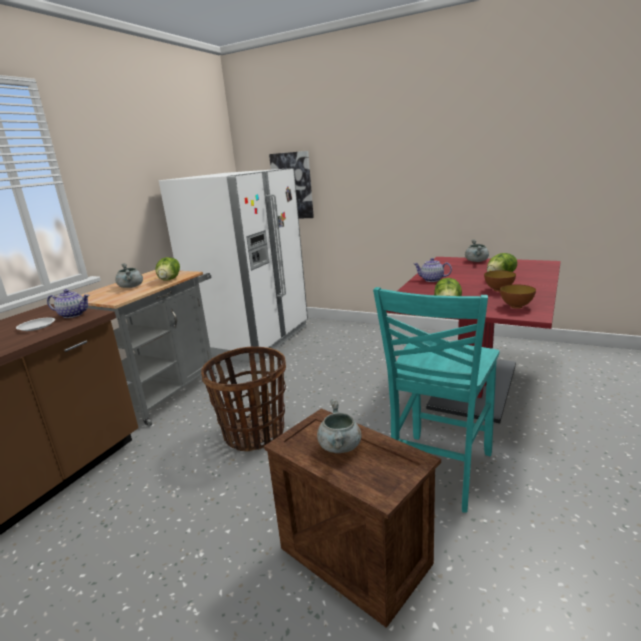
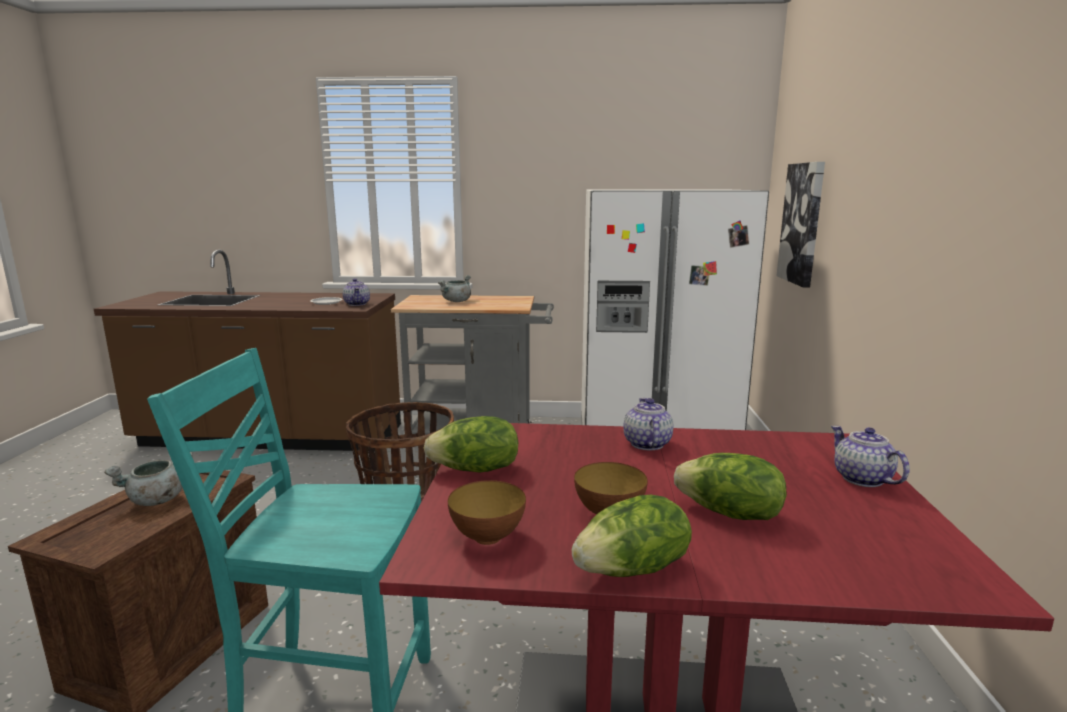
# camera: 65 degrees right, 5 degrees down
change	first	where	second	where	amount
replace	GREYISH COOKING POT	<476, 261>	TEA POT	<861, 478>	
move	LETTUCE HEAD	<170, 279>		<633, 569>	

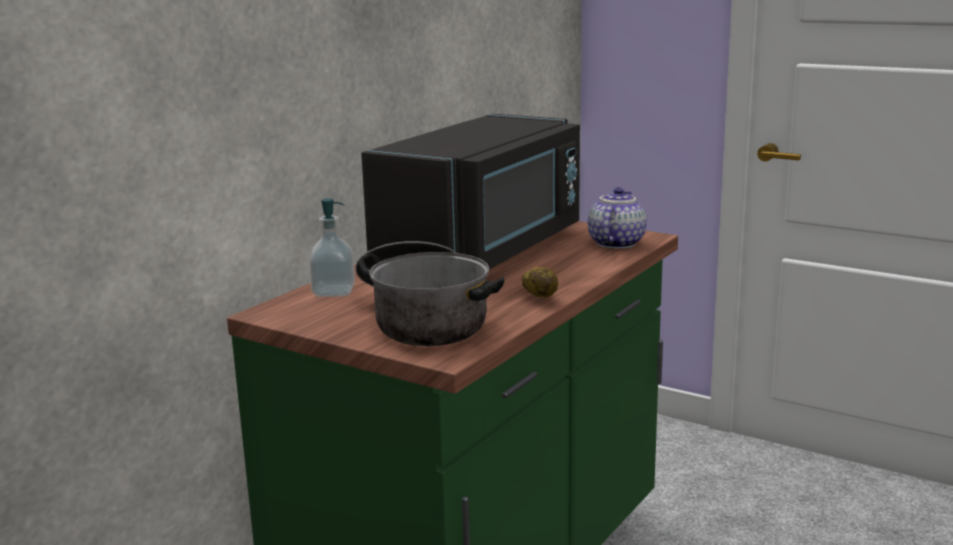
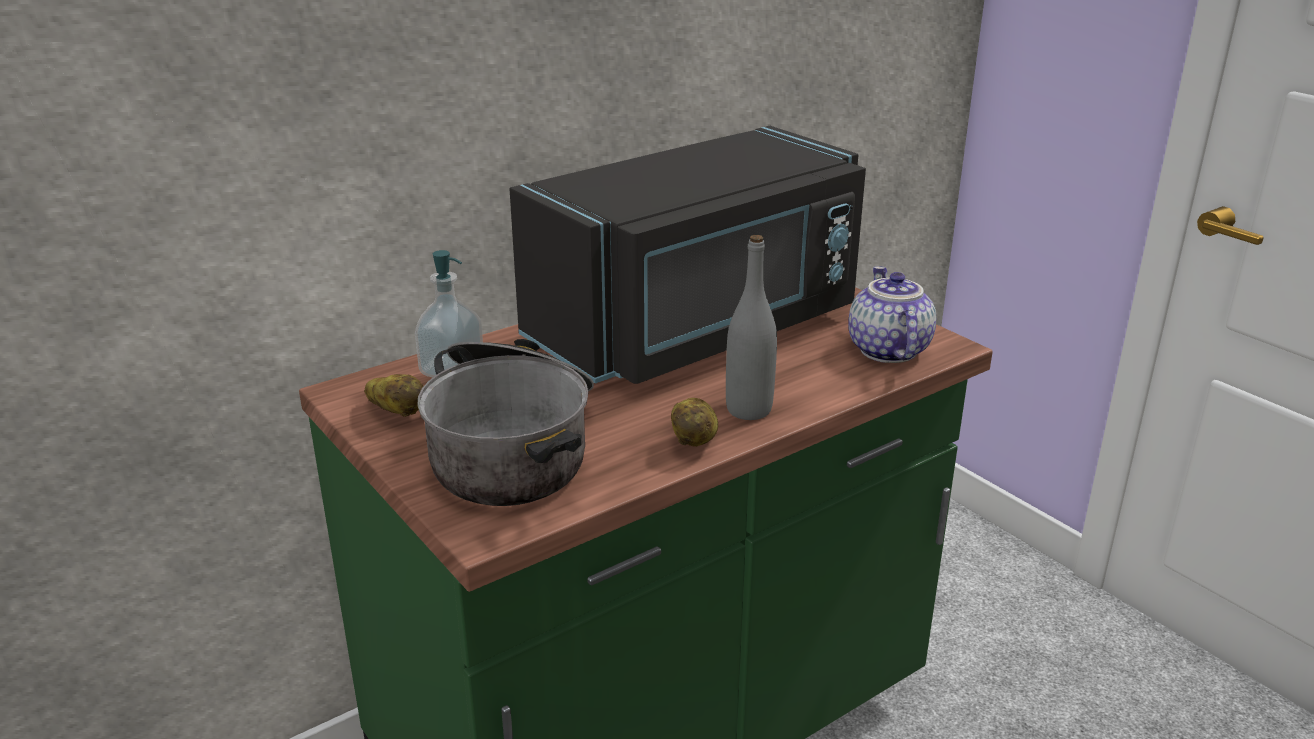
# camera: 20 degrees right, 10 degrees up
change	first	where	second	where	amount
rotate	TEA POT	<615, 243>		<886, 350>	45 degrees counterclockwise
insert			GREYISH DRINK BOTTLE	<748, 410>	
insert			WHOLE POTATO	<398, 413>	

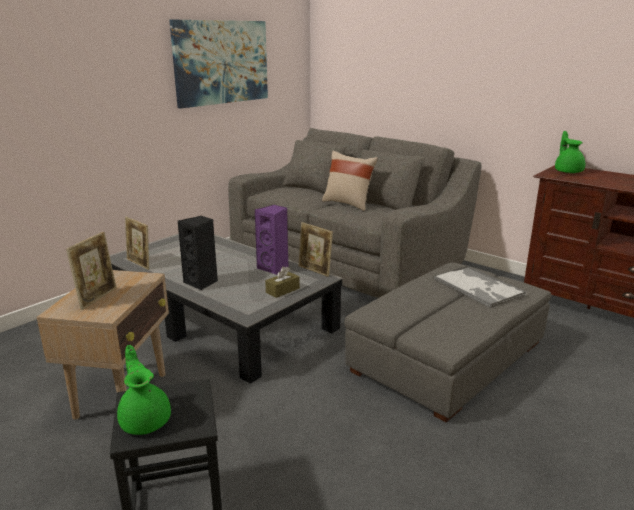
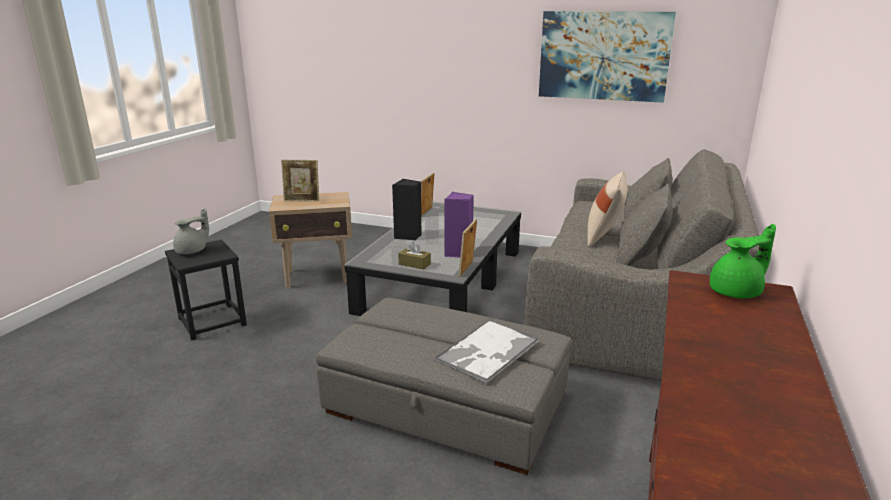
# camera: 70 degrees right, 0 degrees up
change	first	where	second	where	amount
recolor	GREEN TEA POT	<145, 420>	GREYISH TEA POT	<192, 251>	

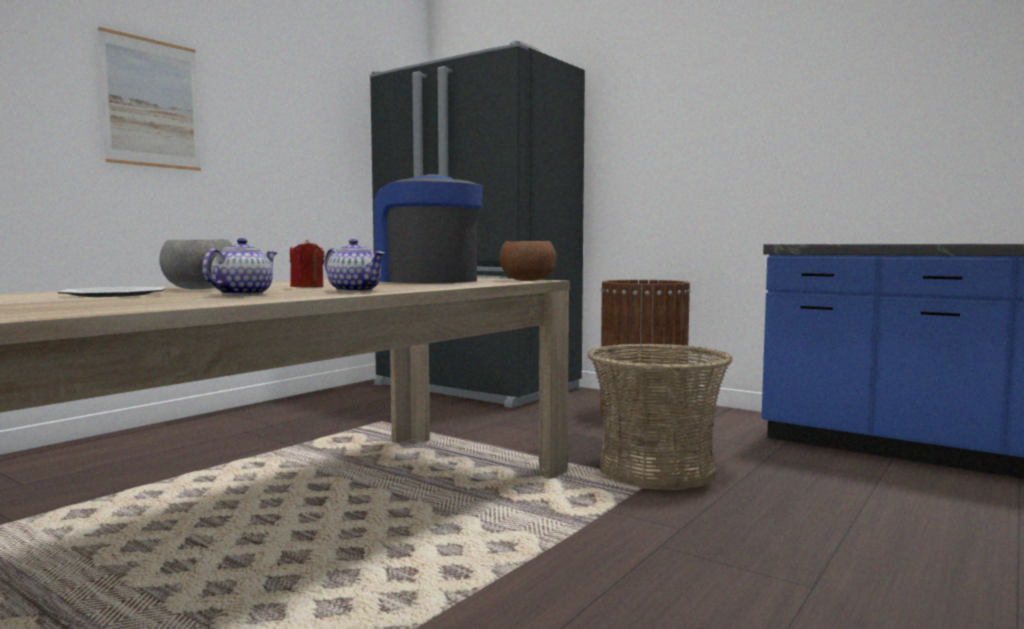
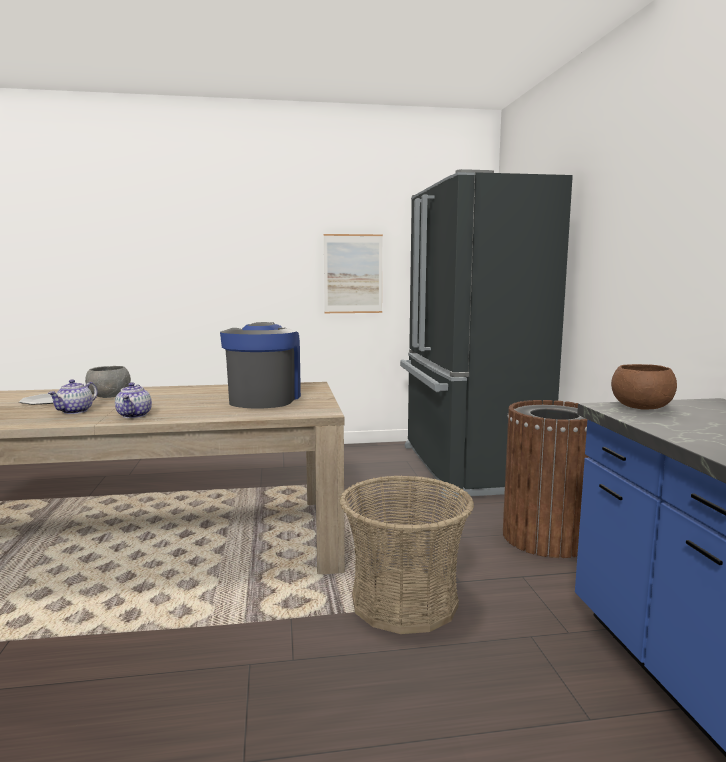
# camera: 45 degrees right, 5 degrees up
change	first	where	second	where	amount
move	WALL PICTURE	<152, 103>		<353, 274>	
rotate	TEA POT	<242, 294>		<75, 411>	135 degrees clockwise
delete	REDDISH WAX CANDLE	<307, 287>			
move	BROWN SERVING BOWL	<528, 280>		<641, 407>	

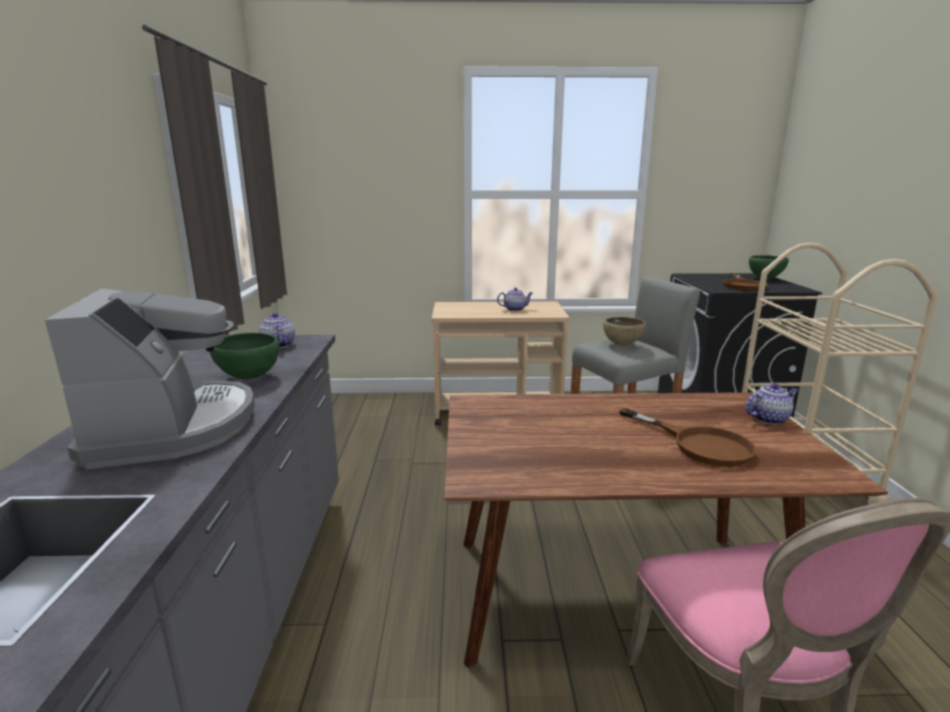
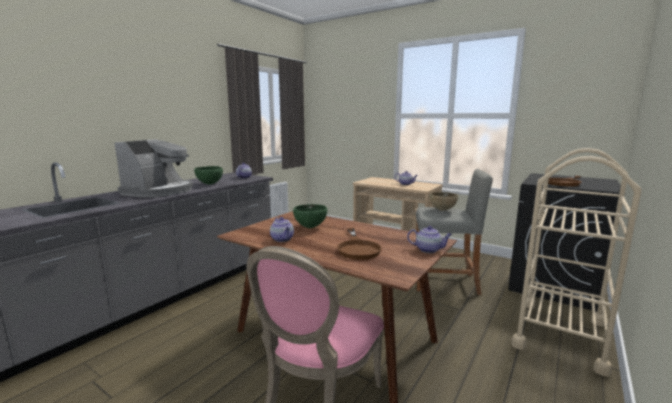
# camera: 35 degrees right, 5 degrees down
change	first	where	second	where	amount
move	GREEN SERVING BOWL	<765, 278>		<310, 227>	
insert			TEA POT	<282, 239>	

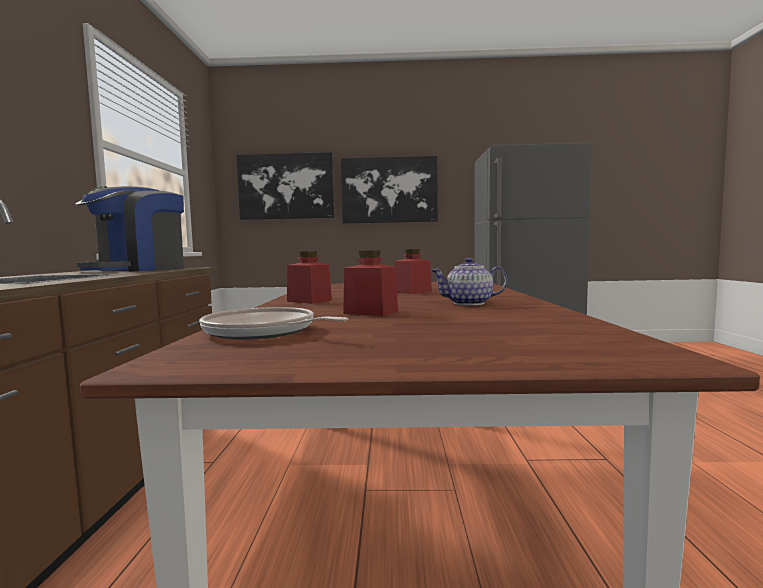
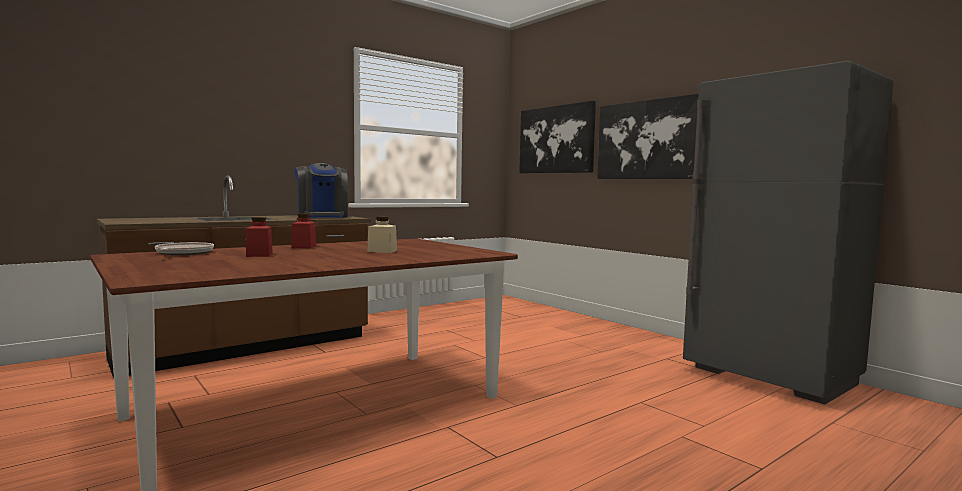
# camera: 50 degrees right, 0 degrees up
change	first	where	second	where	amount
rotate	COFFEE MAKER	<138, 269>		<322, 216>	105 degrees counterclockwise
recolor	REDDISH STORAGE JAR	<412, 292>	SAND-COLOURED STORAGE JAR	<382, 251>	
delete	TEA POT	<469, 303>			

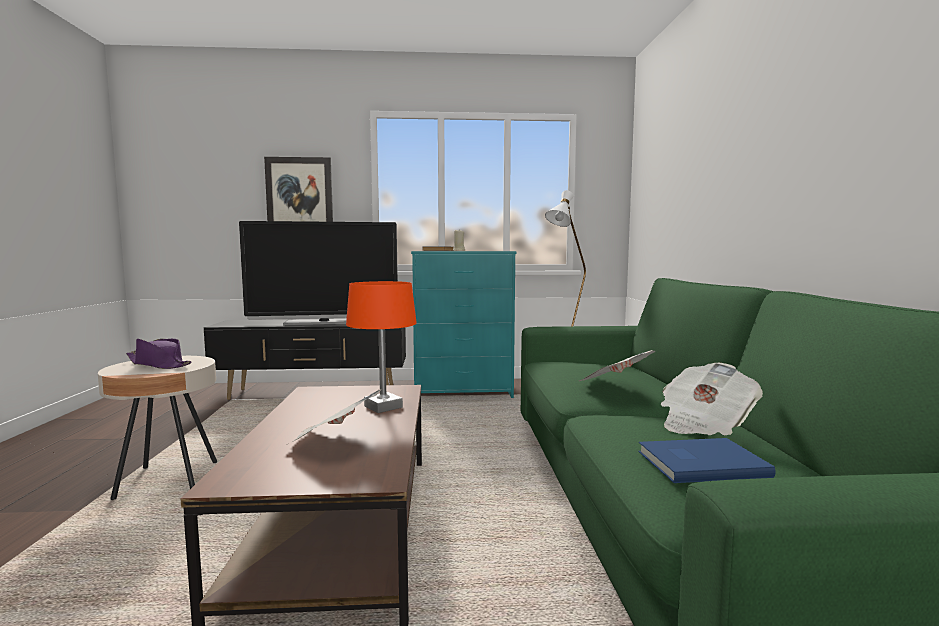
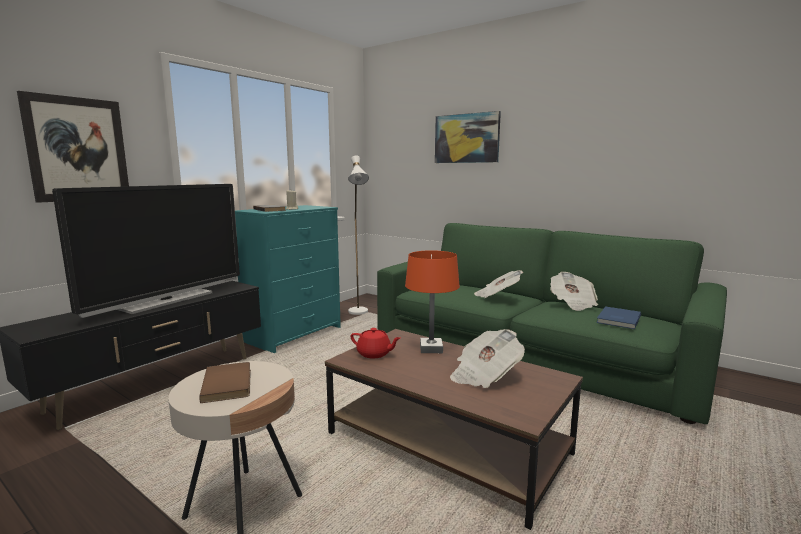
# camera: 50 degrees left, 5 degrees up
change	first	where	second	where	amount
replace	PURPLE CLOTHING HAT	<159, 364>	BROWN BOOK	<230, 384>	
insert			WALL PICTURE	<466, 138>	
insert			REDDISH TEA POT	<374, 354>	

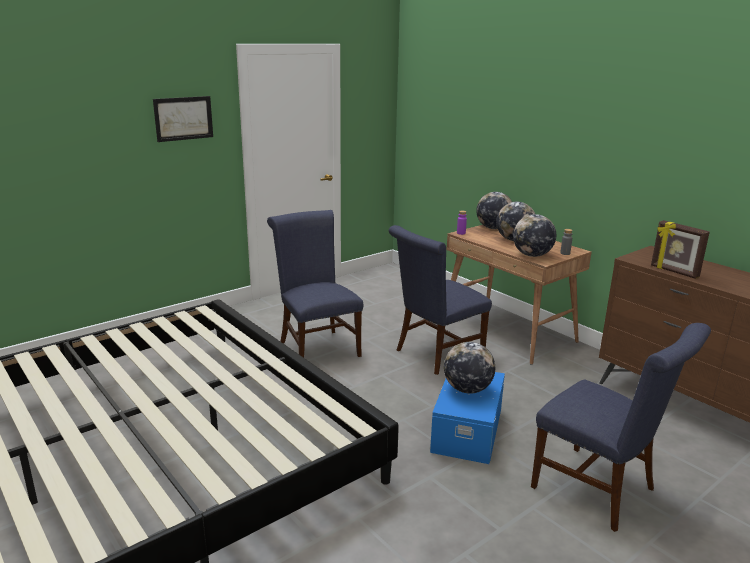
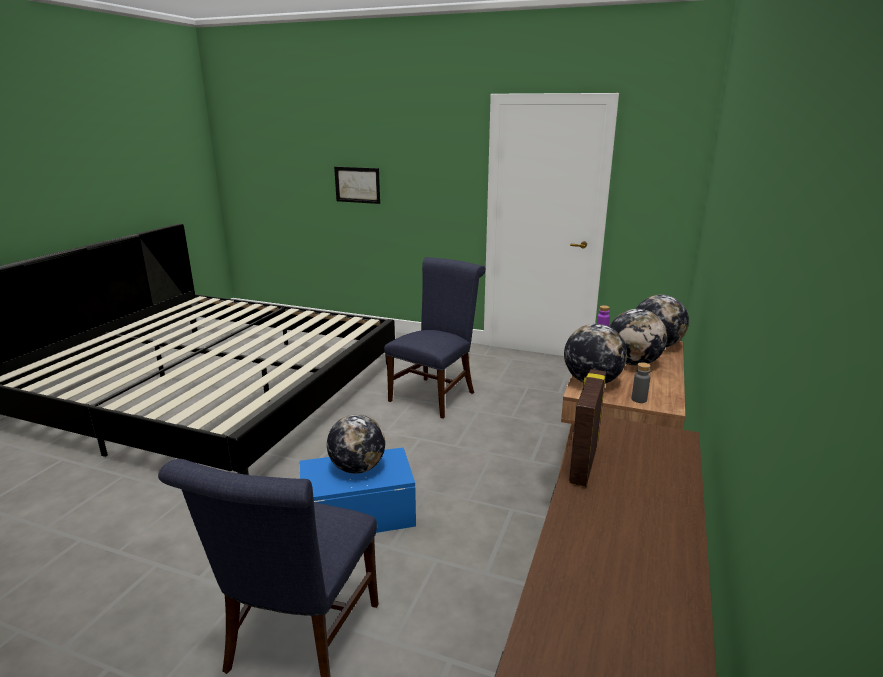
# camera: 60 degrees right, 0 degrees up
change	first	where	second	where	amount
move	WALL PICTURE	<183, 118>		<357, 185>	
delete	BLUE-COLOURED PLAIN CHAIR	<435, 354>			

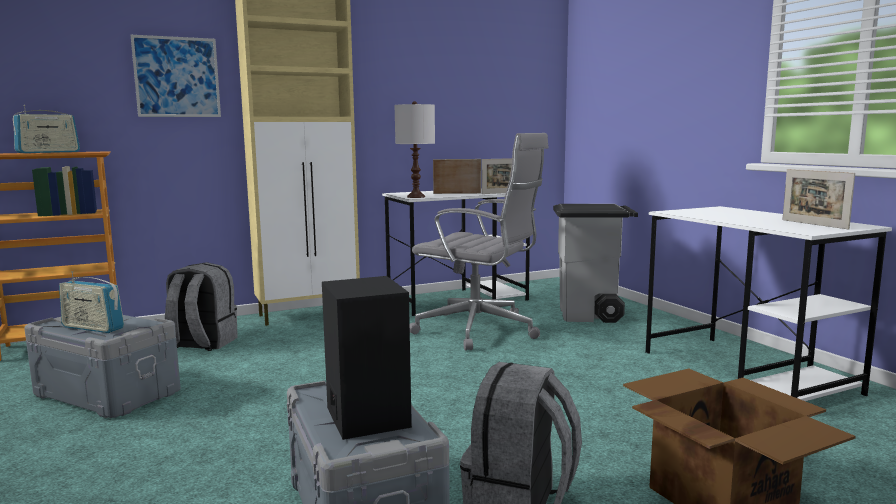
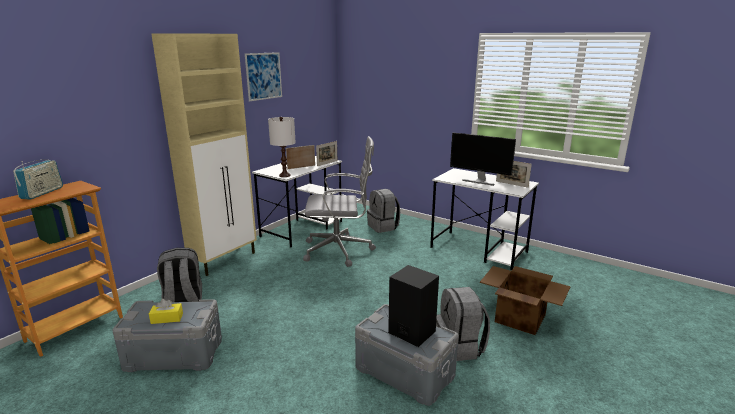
# camera: 30 degrees left, 10 degrees up
change	first	where	second	where	amount
move	WALL PICTURE	<177, 77>		<264, 76>	
replace	GREYISH WASTE BIN	<590, 315>	GREYISH BACKPACK	<383, 227>	
replace	RADIO	<93, 328>	YELLOWISH TISSUE BOX	<167, 318>	
insert			MONITOR	<479, 181>	

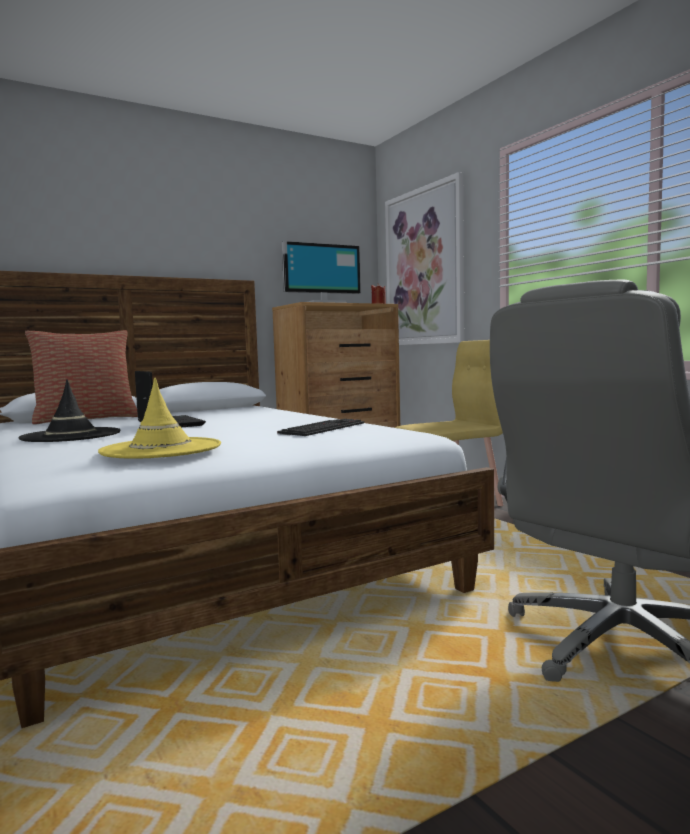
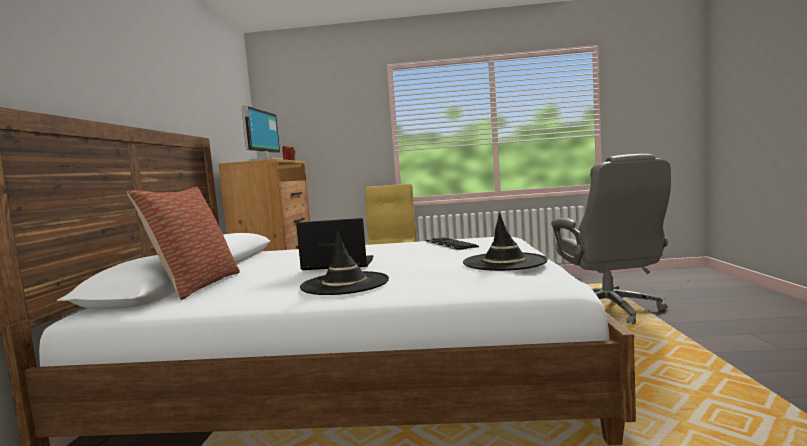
# camera: 55 degrees left, 0 degrees up
change	first	where	second	where	amount
delete	WALL PICTURE	<424, 267>			
recolor	YELLOWISH CLOTHING HAT	<161, 449>	BLACK-COLOURED CLOTHING HAT	<504, 262>	

